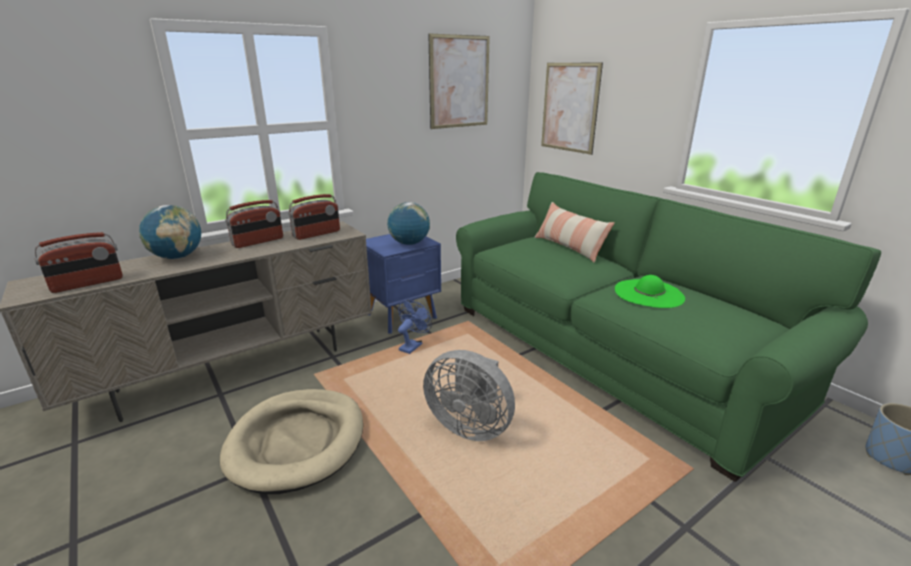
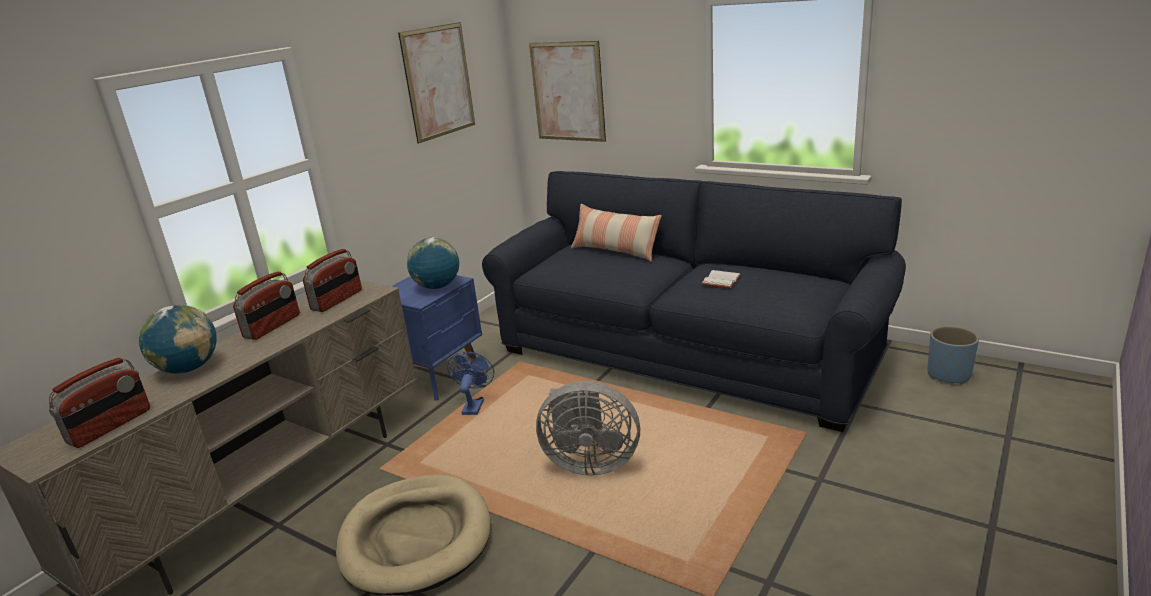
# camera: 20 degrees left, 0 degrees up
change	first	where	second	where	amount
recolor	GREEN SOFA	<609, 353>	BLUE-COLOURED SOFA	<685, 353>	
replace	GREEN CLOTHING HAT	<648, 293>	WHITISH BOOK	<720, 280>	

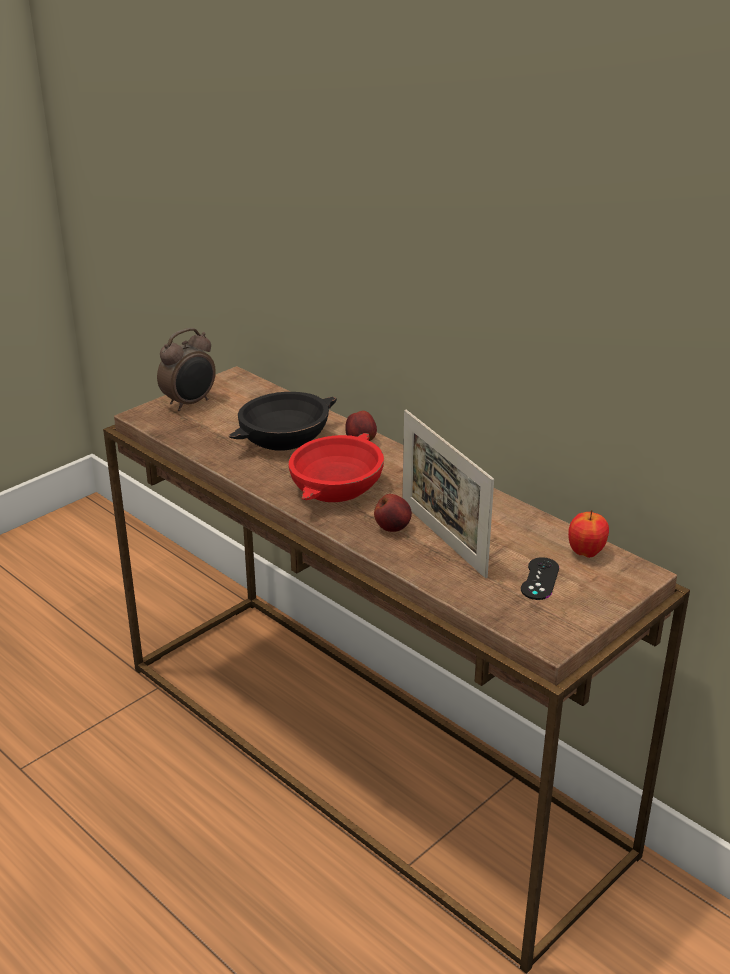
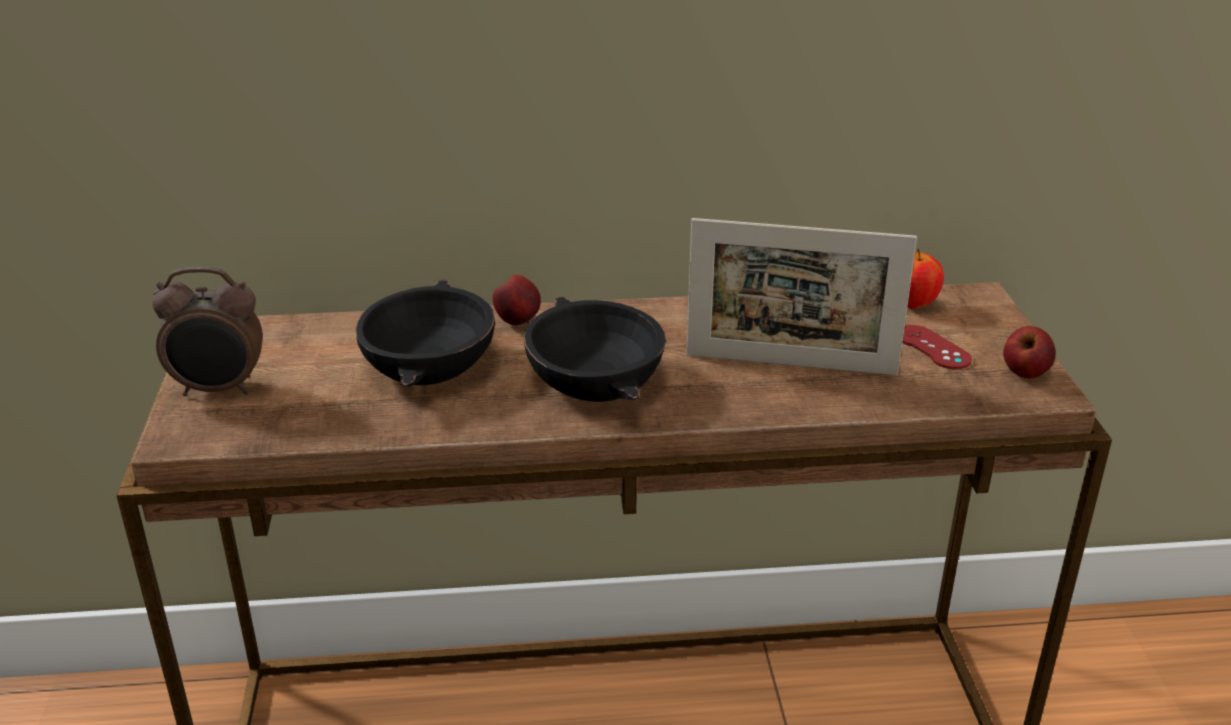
# camera: 50 degrees left, 0 degrees up
change	first	where	second	where	amount
rotate	BEDSIDE CLOCK	<190, 403>		<219, 389>	90 degrees clockwise
recolor	REDDISH SERVING BOWL	<337, 489>	BLACK-COLOURED SERVING BOWL	<597, 380>	
move	APPLE	<392, 528>		<1024, 373>	
recolor	BLACK-COLOURED GAMEPAD	<540, 579>	REDDISH GAMEPAD	<932, 347>	

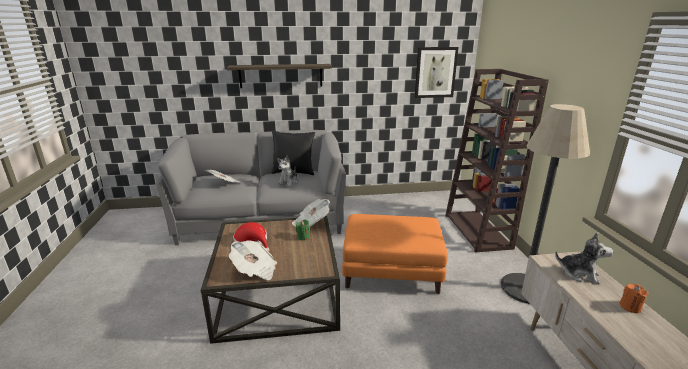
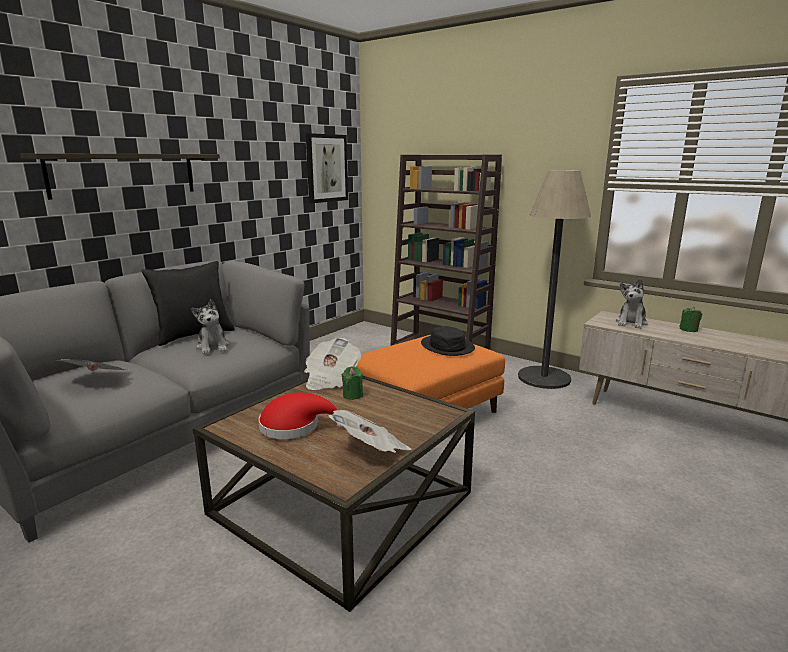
# camera: 45 degrees left, 5 degrees down
change	first	where	second	where	amount
rotate	SOFT TOY	<579, 274>		<631, 323>	135 degrees clockwise
recolor	ORANGE-COLOURED WAX CANDLE	<630, 307>	GREEN WAX CANDLE	<688, 329>	
insert			BLACK-COLOURED CLOTHING HAT	<447, 346>	

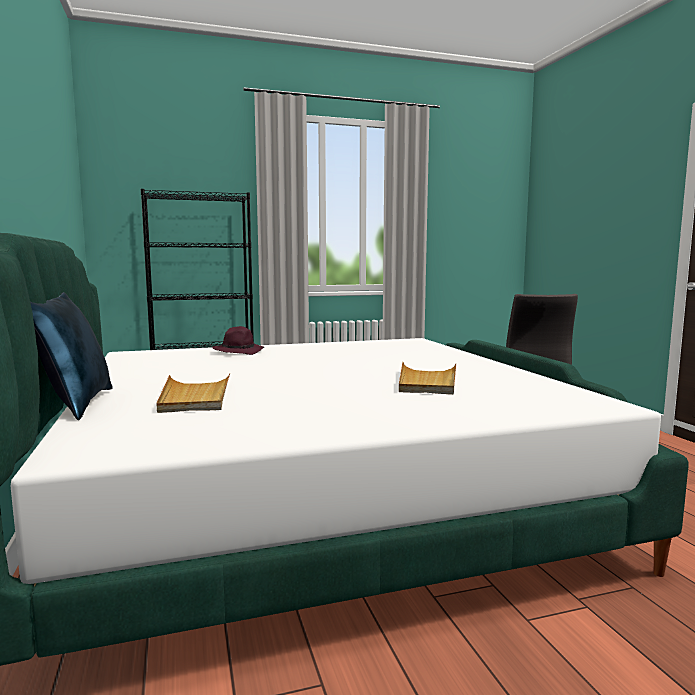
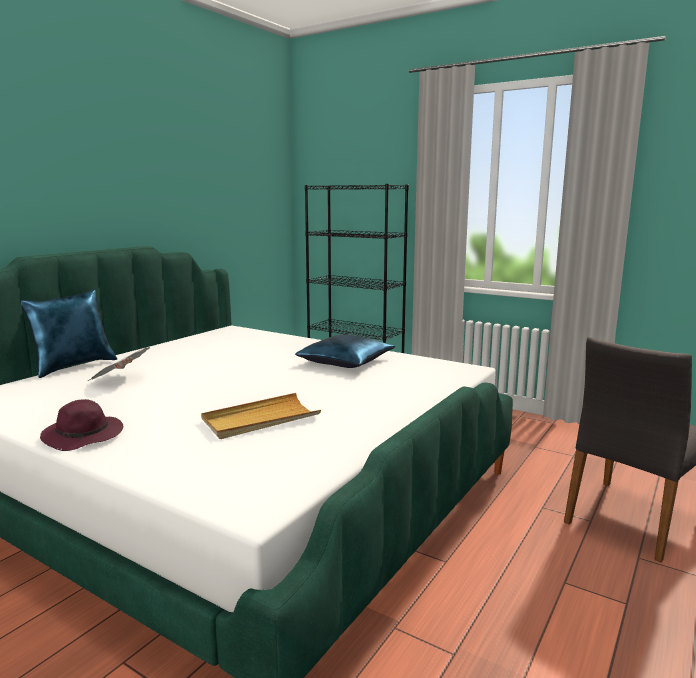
# camera: 50 degrees right, 5 degrees up
change	first	where	second	where	amount
move	PURPLE CLOTHING HAT	<239, 351>		<84, 436>	
replace	SAND-COLOURED CARRYING TRAY	<195, 397>	NEWSPAPER	<120, 379>	
insert			BLUE-COLOURED PILLOW	<346, 361>	

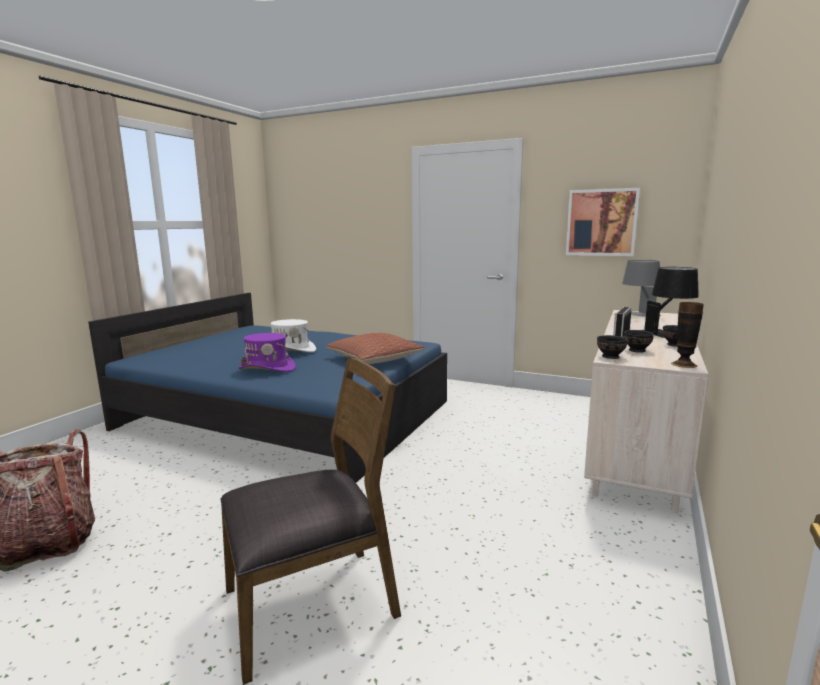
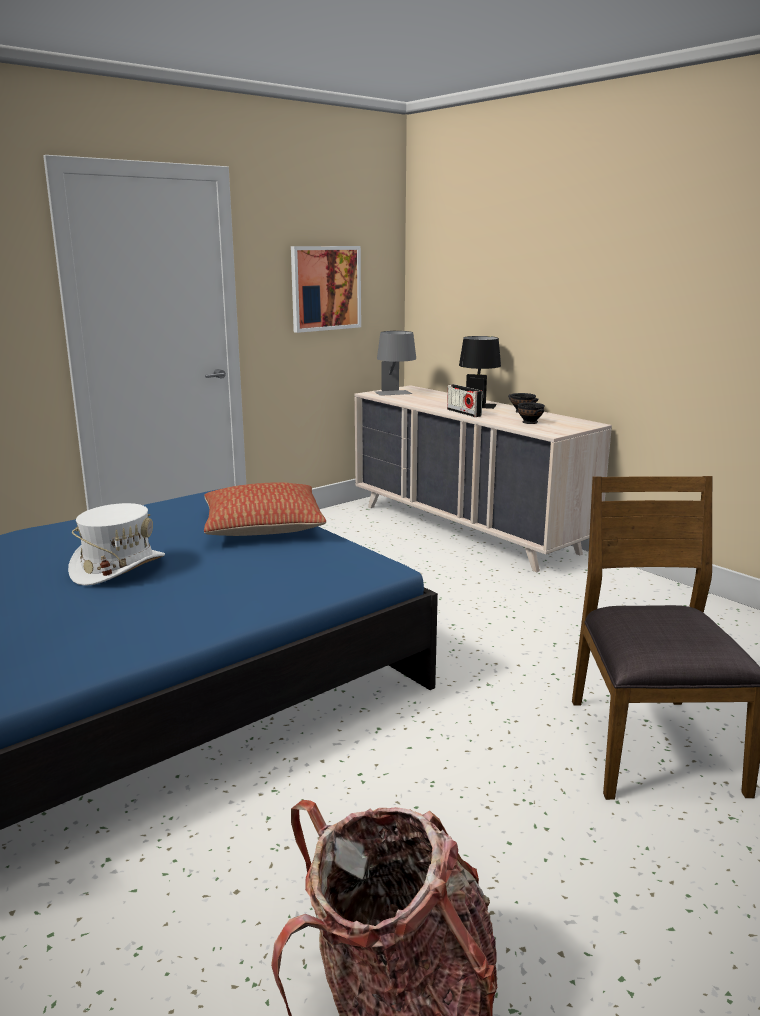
# camera: 65 degrees left, 5 degrees up
change	first	where	second	where	amount
delete	VASE	<684, 364>			
delete	PURPLE CLOTHING HAT	<267, 368>			
delete	BLACK-COLOURED SERVING BOWL	<611, 356>			

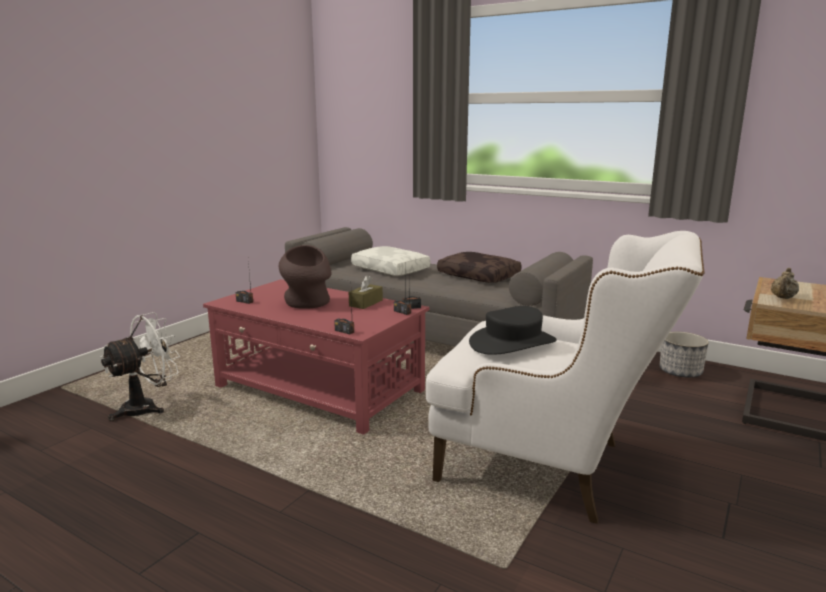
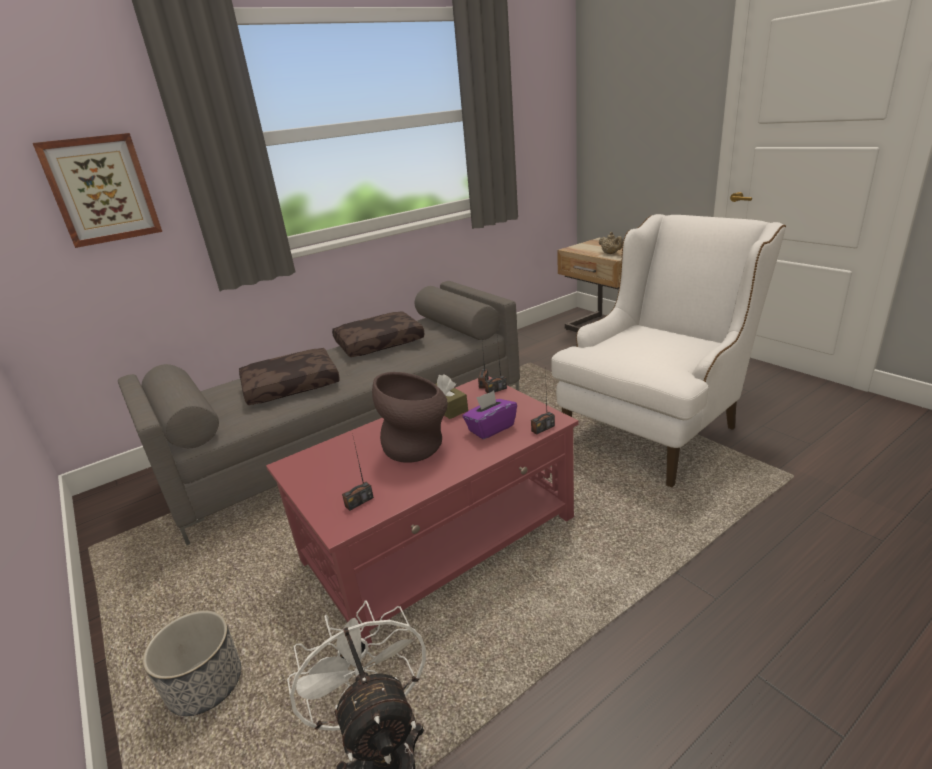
# camera: 65 degrees left, 10 degrees up
change	first	where	second	where	amount
recolor	WHITISH PILLOW	<391, 269>	BROWN PILLOW	<292, 385>	
delete	BLACK-COLOURED CLOTHING HAT	<512, 343>			
move	PLANTER	<680, 372>		<205, 686>	
insert			WALL PICTURE	<101, 190>	
insert			PURPLE TISSUE BOX	<491, 428>	

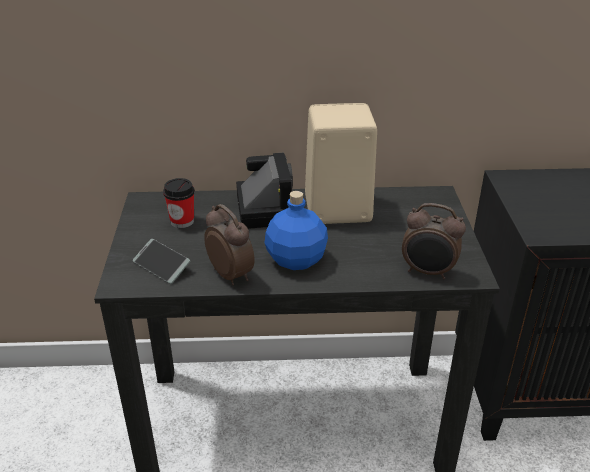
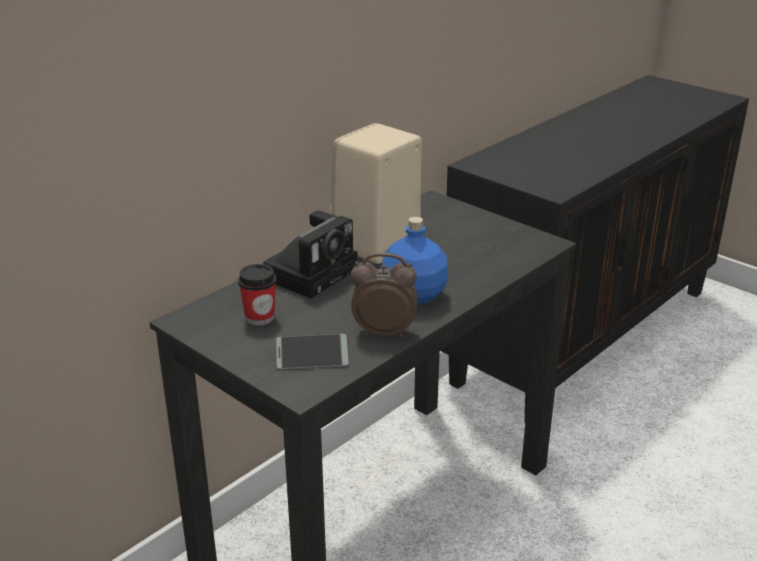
# camera: 45 degrees left, 5 degrees down
change	first	where	second	where	amount
rotate	STILL CAMERA	<263, 208>		<313, 272>	90 degrees clockwise
delete	BEDSIDE CLOCK	<428, 272>			

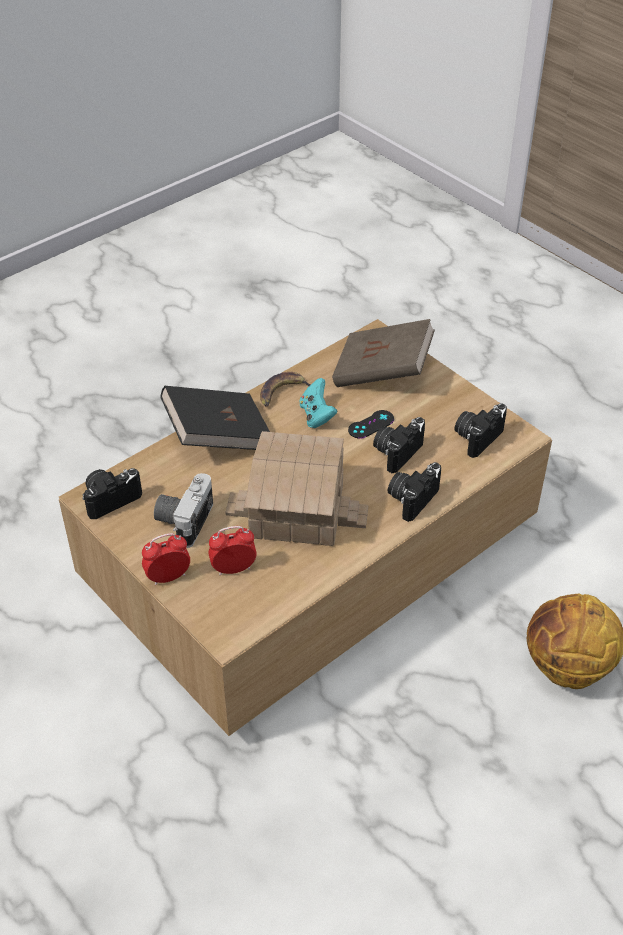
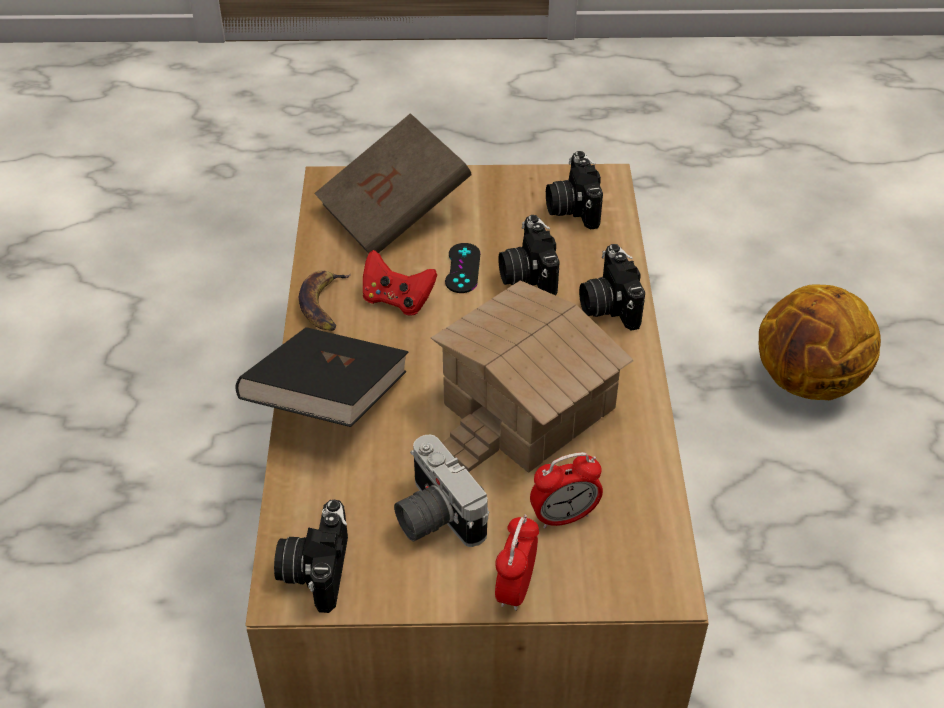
# camera: 50 degrees left, 0 degrees up
change	first	where	second	where	amount
recolor	TURQUOISE-COLOURED GAMEPAD	<316, 415>	REDDISH GAMEPAD	<397, 300>	
rotate	BEDSIDE CLOCK	<233, 569>		<564, 517>	135 degrees counterclockwise

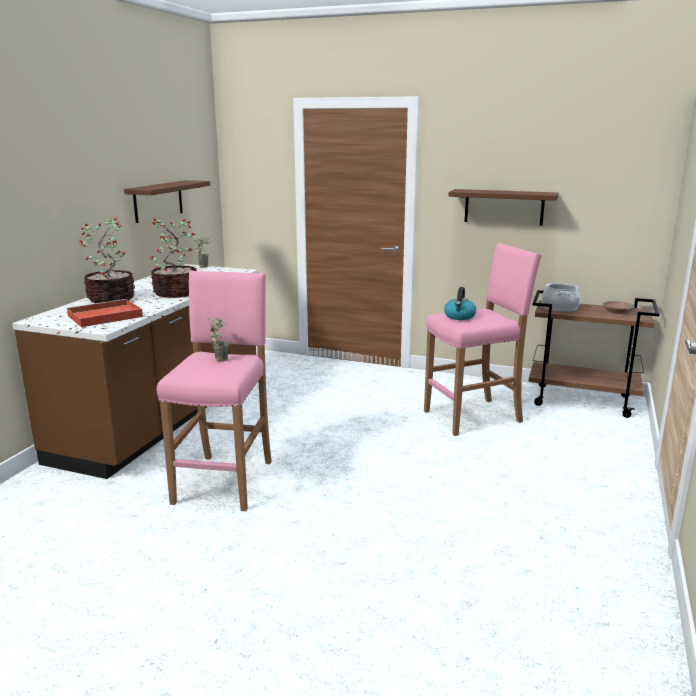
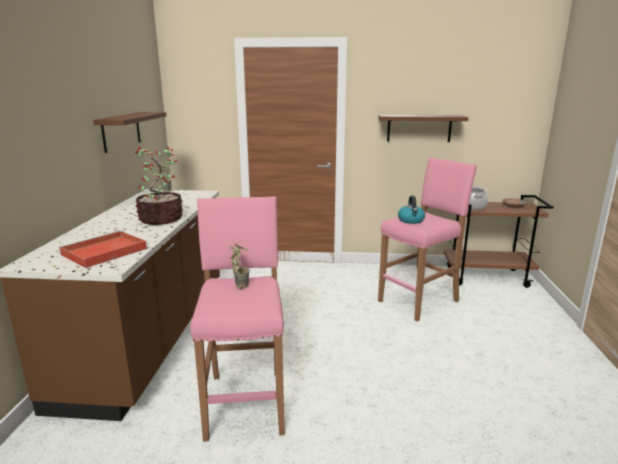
# camera: 15 degrees left, 0 degrees up
change	first	where	second	where	amount
delete	PLANT IN A POT	<112, 298>			

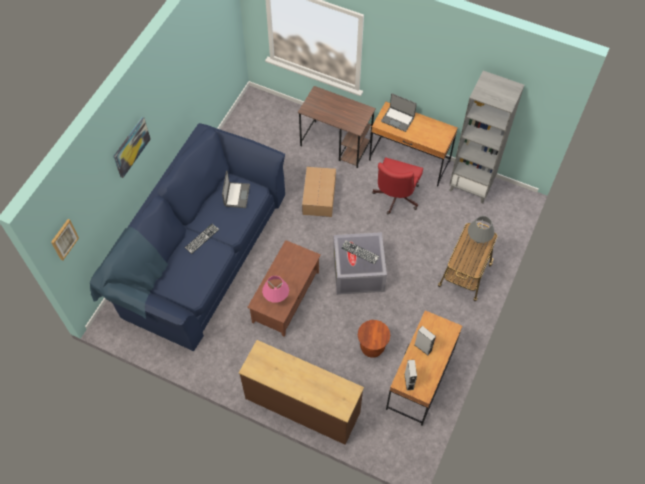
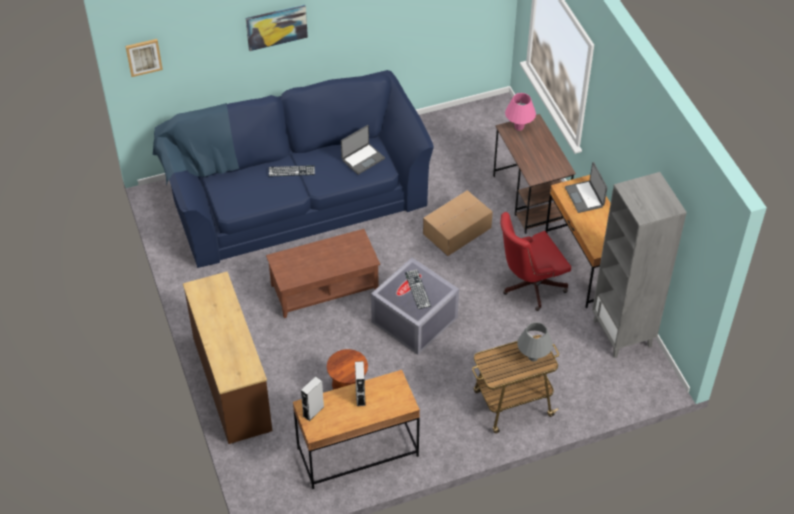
# camera: 45 degrees right, 10 degrees down
change	first	where	second	where	amount
move	PINK TABLE LAMP	<276, 298>		<519, 127>	

